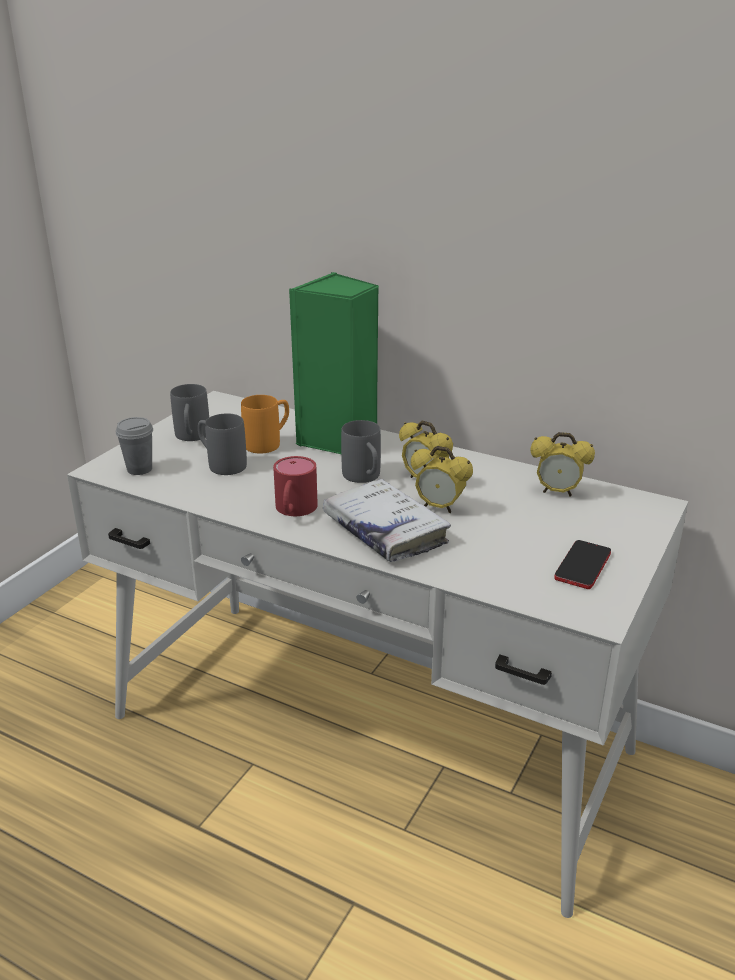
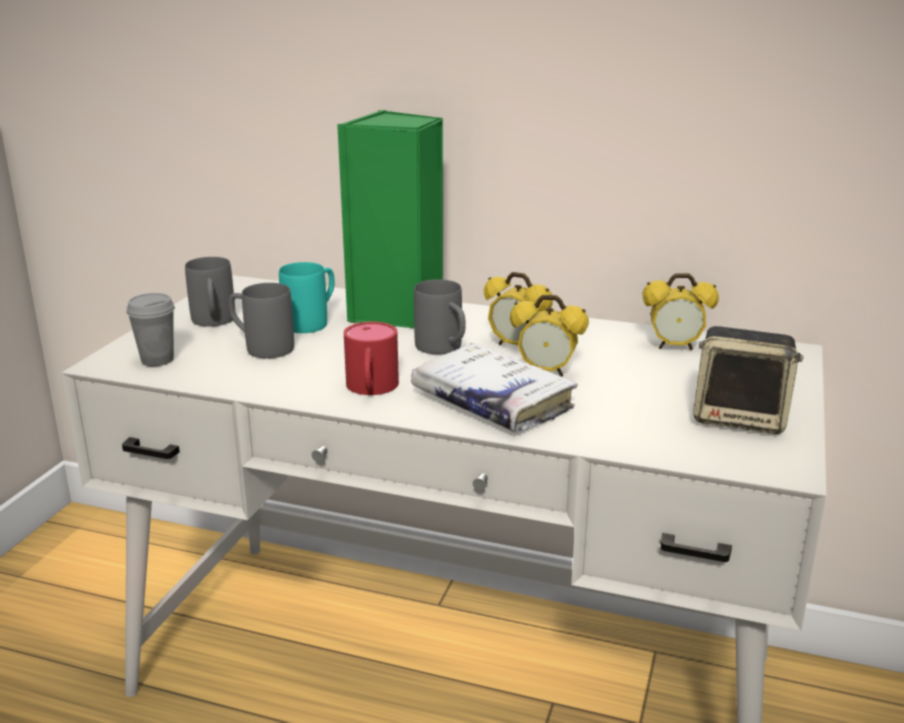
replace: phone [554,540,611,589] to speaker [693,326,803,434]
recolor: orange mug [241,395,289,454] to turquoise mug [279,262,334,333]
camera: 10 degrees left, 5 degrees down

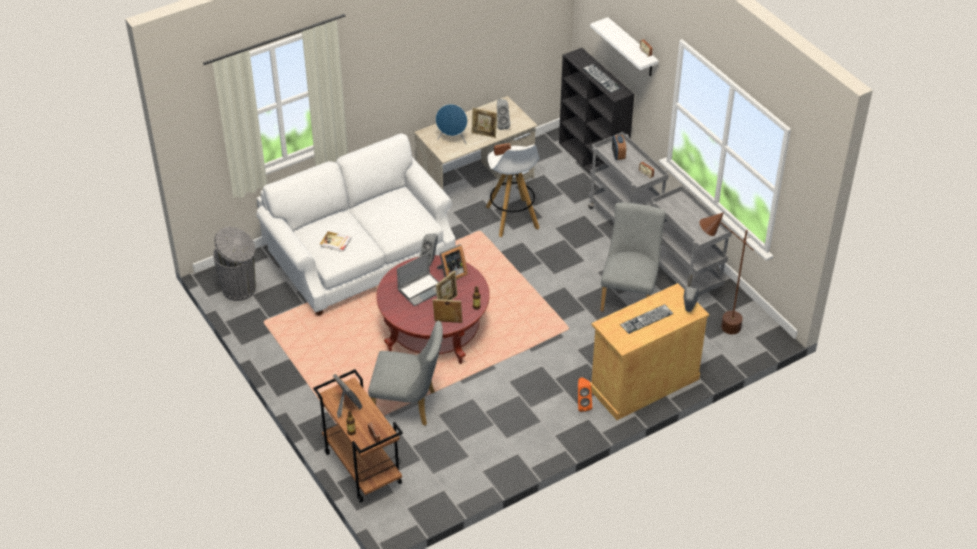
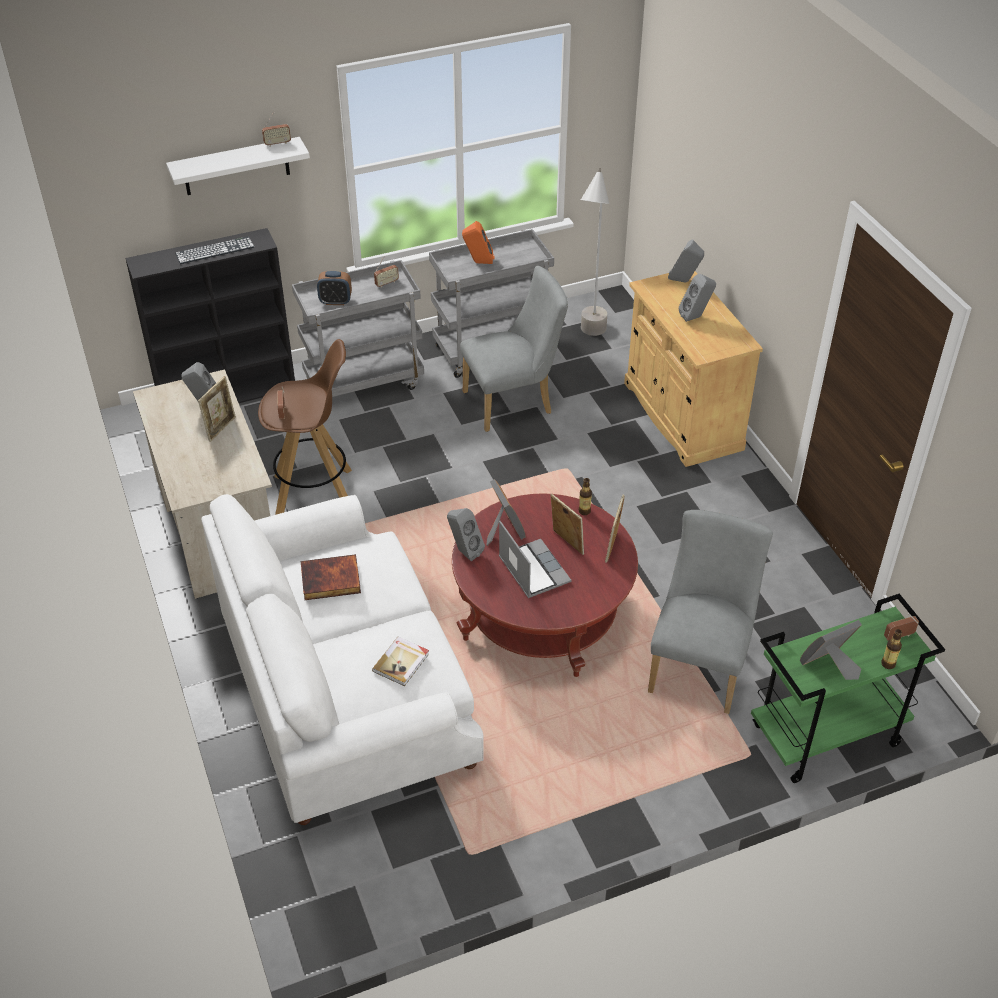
delete: grey trash can [213,227,256,301]; blue speaker [435,104,468,143]
insert: book [301,554,361,600]
move: orange speaker [578,377,592,412] to [462,221,494,264]
replace: keyboard [620,304,674,334] to grey speaker [679,274,716,322]
recolor: brown cart [313,369,403,503] to green cart [751,594,945,783]; white stool [486,144,540,237] to brown stool [258,339,352,515]; brown floor lamp [700,213,754,334] to grey floor lamp [581,168,609,336]
rotate: grey chair [600,202,666,312] = [460,266,568,432] 135 degrees clockwise
camera: 80 degrees left, 0 degrees up

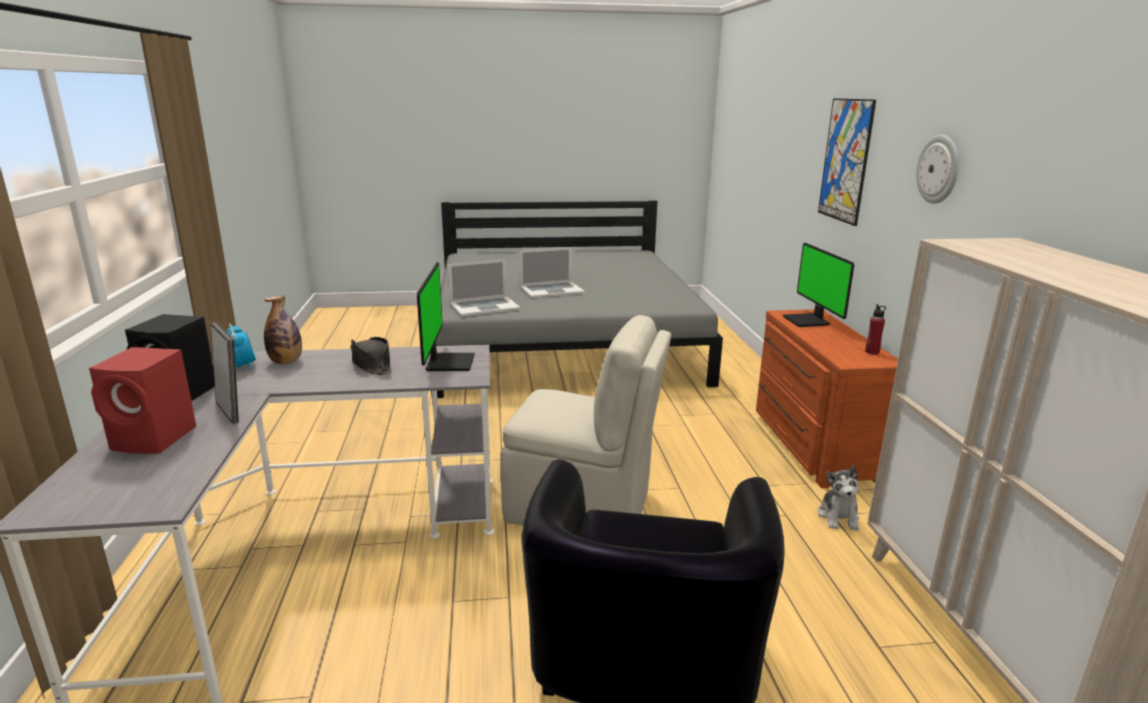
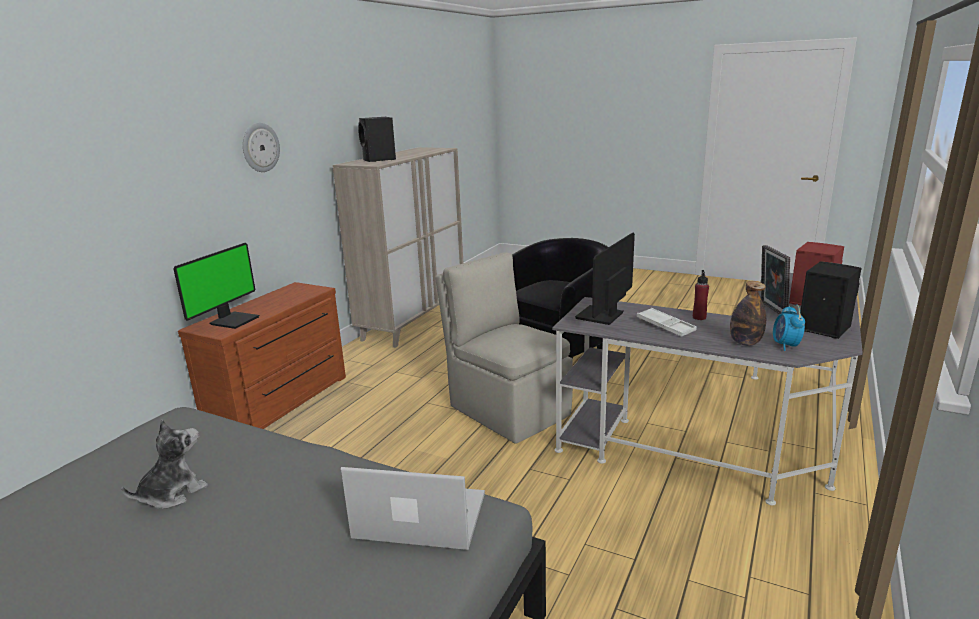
delete: laptop [519,247,585,298]; picture [818,98,876,226]
insert: black speaker [358,117,396,162]
move: plush toy [818,465,859,530] to [122,419,208,509]; red bottle [865,304,886,355] to [693,270,709,320]
replace: black hat [350,337,392,375] to white tray [637,308,697,337]
camera: 145 degrees left, 0 degrees up

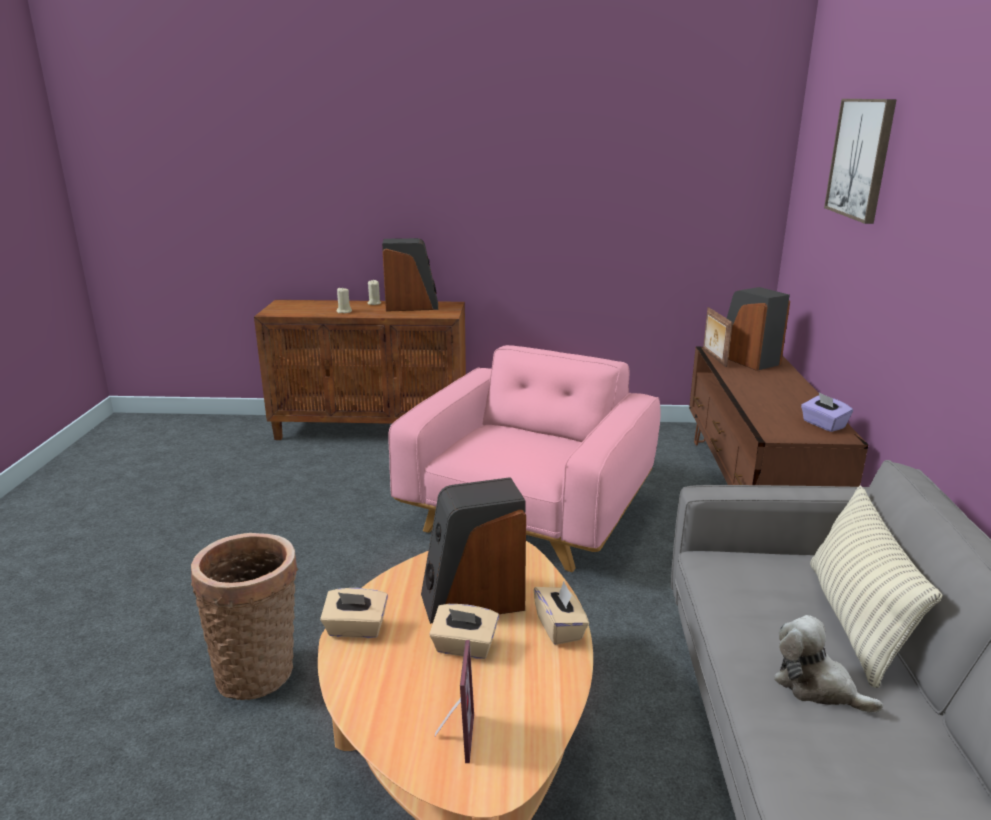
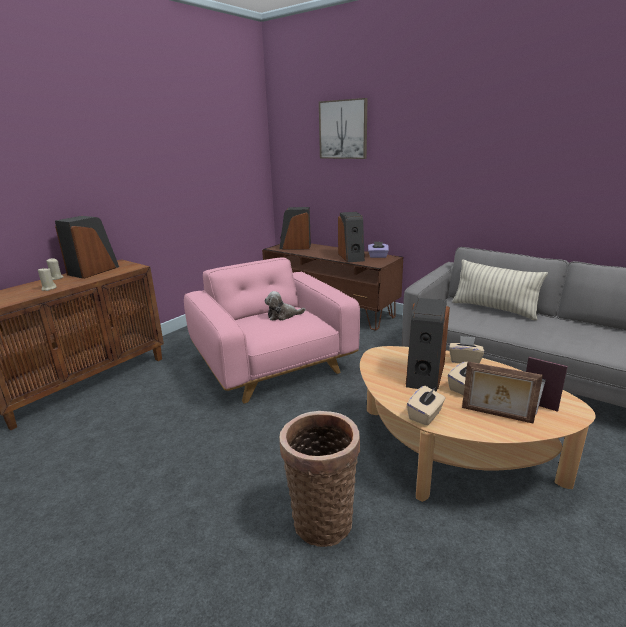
insert: speaker [338,212,365,263]
move: picture frame [703,307,733,367] to [462,362,543,424]; plush toy [774,615,883,713] to [265,291,305,320]
camera: 55 degrees left, 0 degrees up

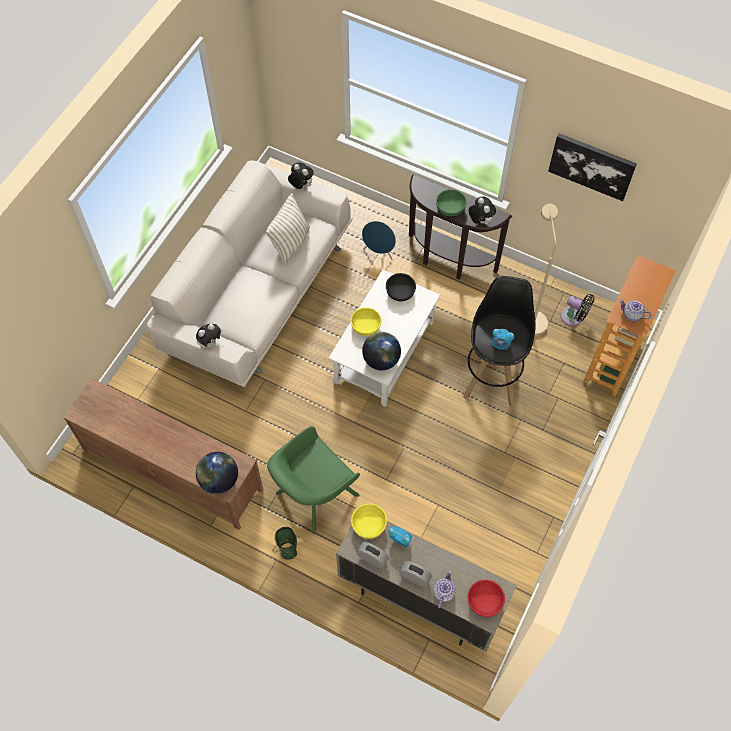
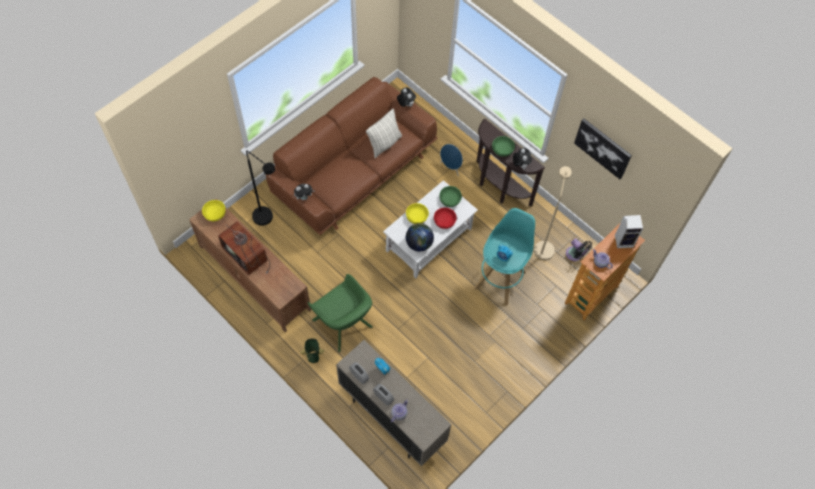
delete: globe [196,452,238,494]
insert: television [218,221,270,275]; black floor lamp [246,151,275,226]; speaker [615,215,643,248]
move: yellow bowl [351,504,387,539] to [202,200,226,221]; red bowl [467,580,505,617] to [434,207,457,229]
recolor: white sofa [146,161,353,387] to brown sofa [266,77,438,235]; black bowl [386,273,416,301] to green bowl [439,186,462,207]; black stool [463,276,535,407] to turquoise stool [474,208,535,306]
rotate: green armchair [267,426,360,534] = [308,274,373,352] 105 degrees counterclockwise
camera: 15 degrees right, 0 degrees up

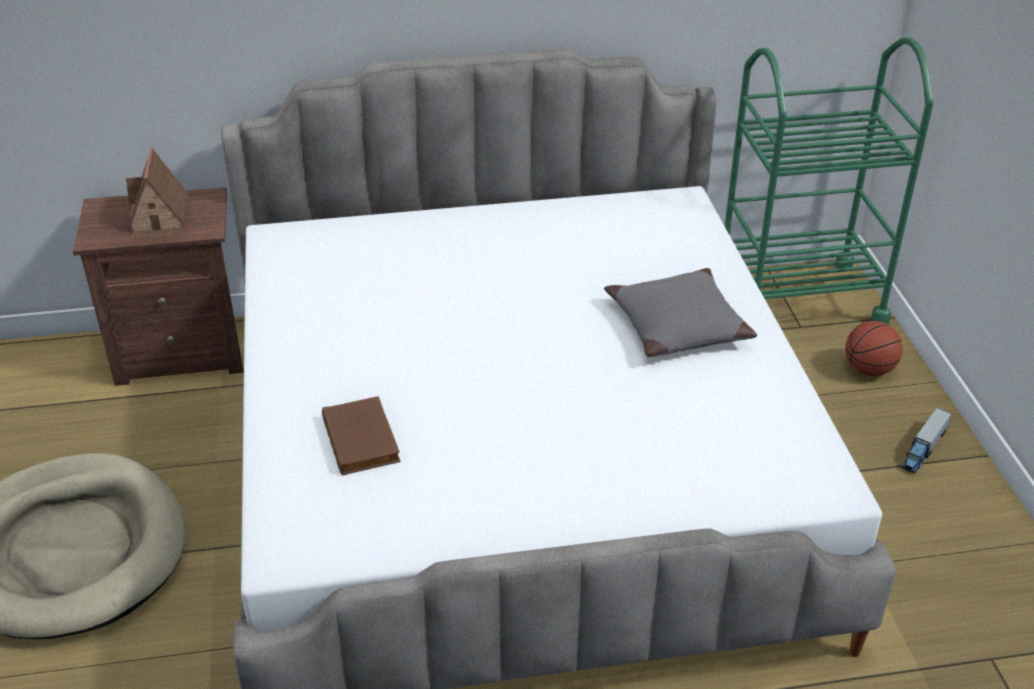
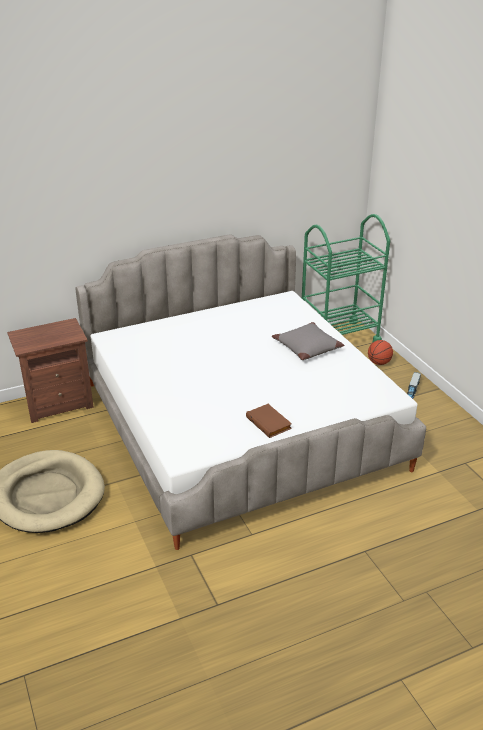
delete: toy house [126,147,188,239]
move: brown book [322,396,401,476] to [246,404,292,438]
camera: 15 degrees left, 5 degrees down

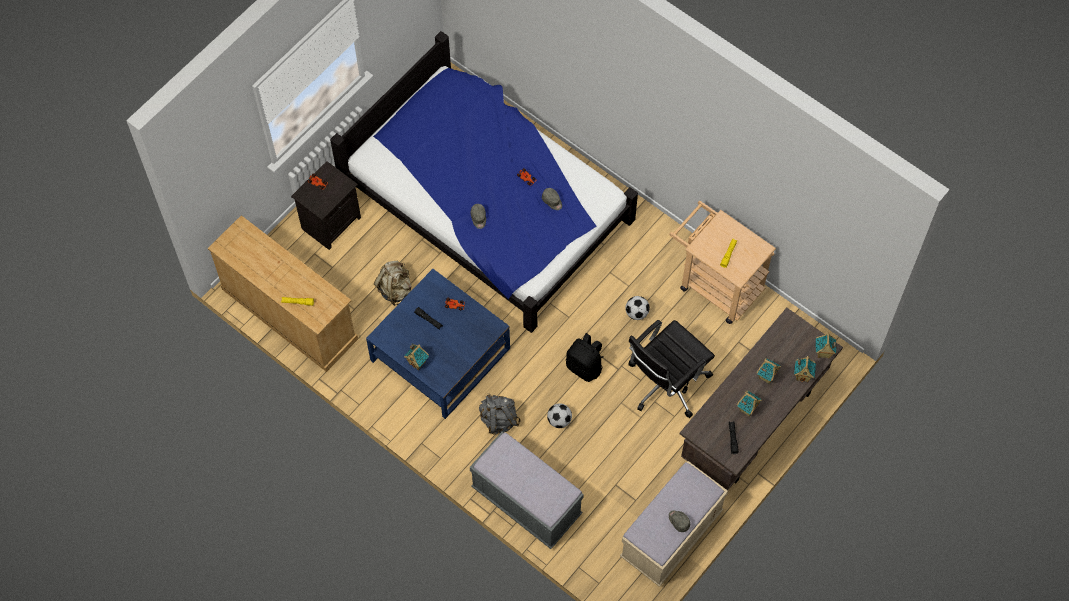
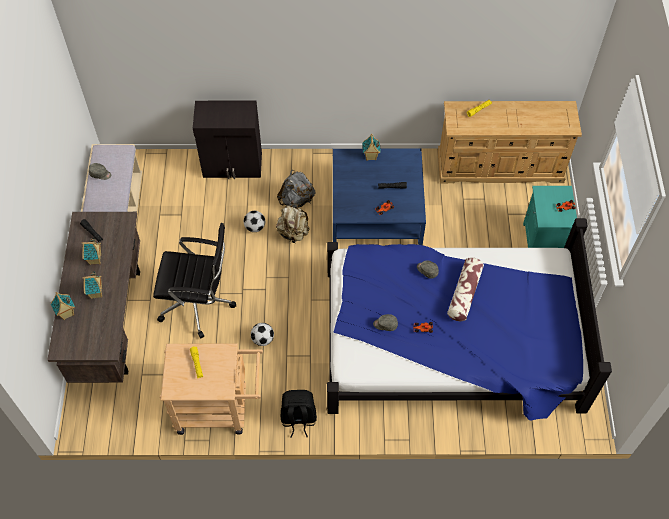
delete: toy house [816,332,836,359]
insert: pillow [447,257,484,321]
move: beige backpack [374,261,411,306] to [276,204,309,243]; black backpack [566,333,604,382] to [281,390,317,438]
replace: grey bench [470,431,584,549] to black cabinet [193,101,262,179]
recolor: black nightstand [291,161,361,250] to turquoise nightstand [523,186,577,248]
rotate: black office chair [628,320,715,418] = [153,223,236,338] 90 degrees clockwise
camera: 140 degrees right, 5 degrees down

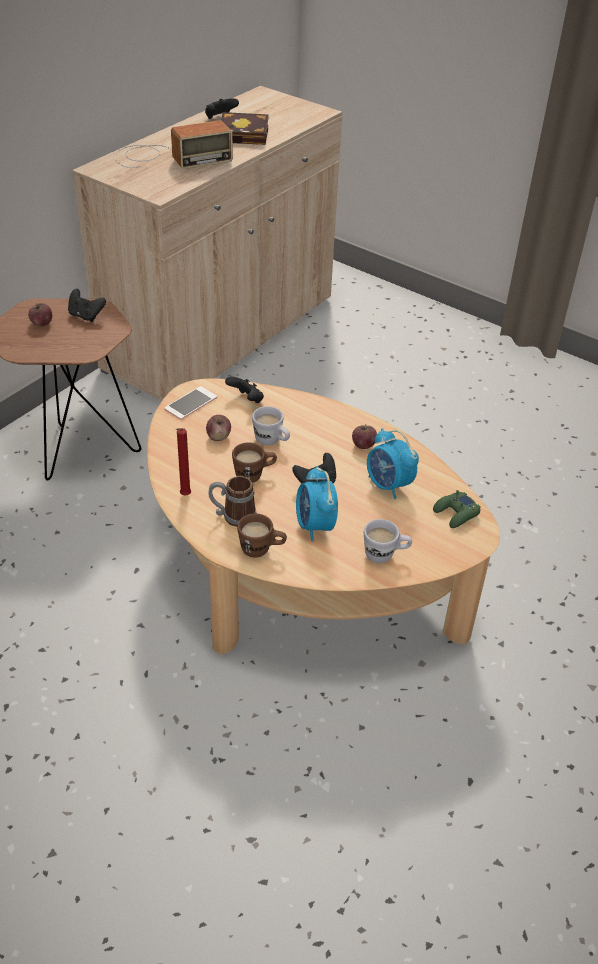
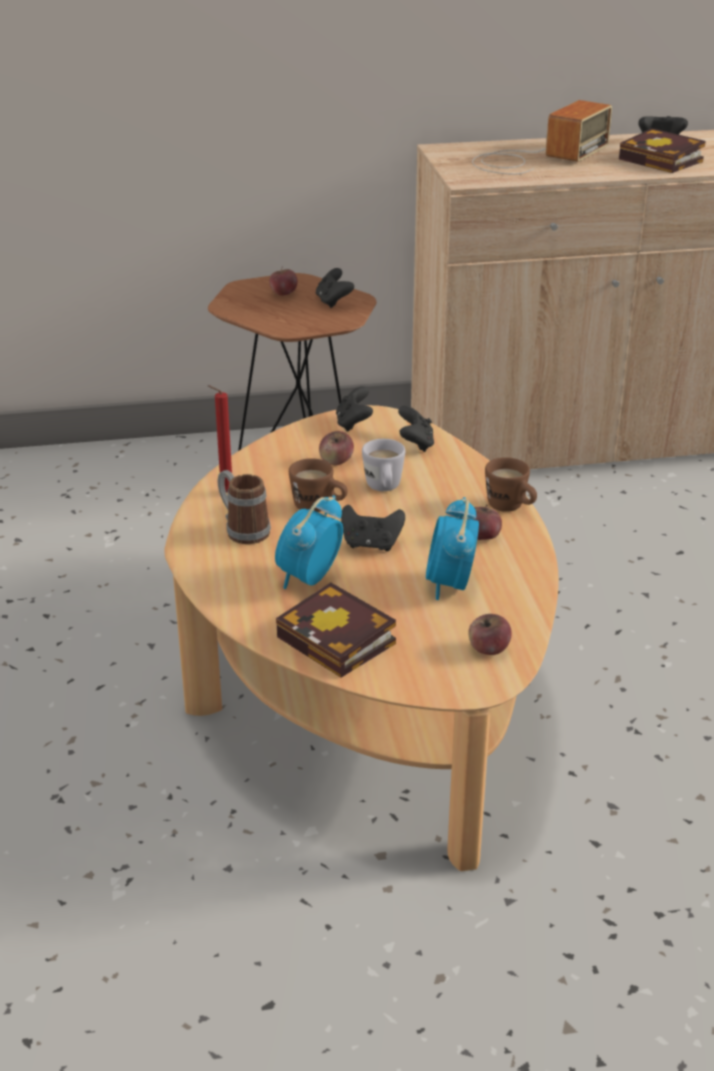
move: brown mug [237,513,287,558] to [485,457,537,512]
replace: phone [165,386,217,420] to black game controller [336,386,373,432]; white mug [364,519,412,563] to book [276,583,396,678]; green game controller [433,490,481,528] to apple [468,614,512,655]
rotate: radio [115,120,233,169] = [472,100,612,175] 75 degrees counterclockwise
camera: 45 degrees right, 10 degrees down

